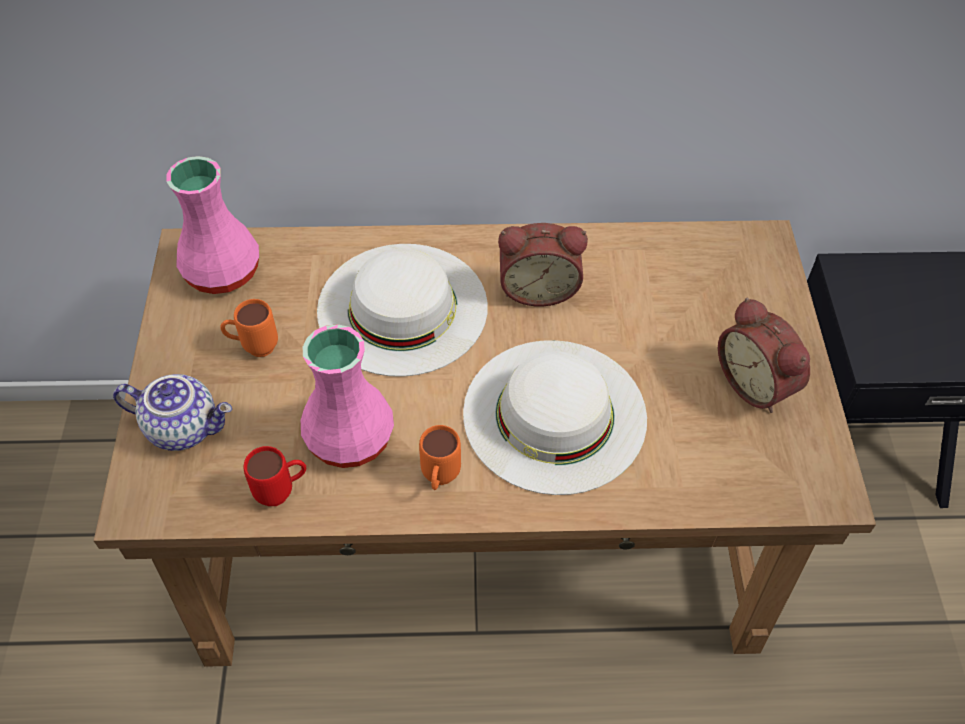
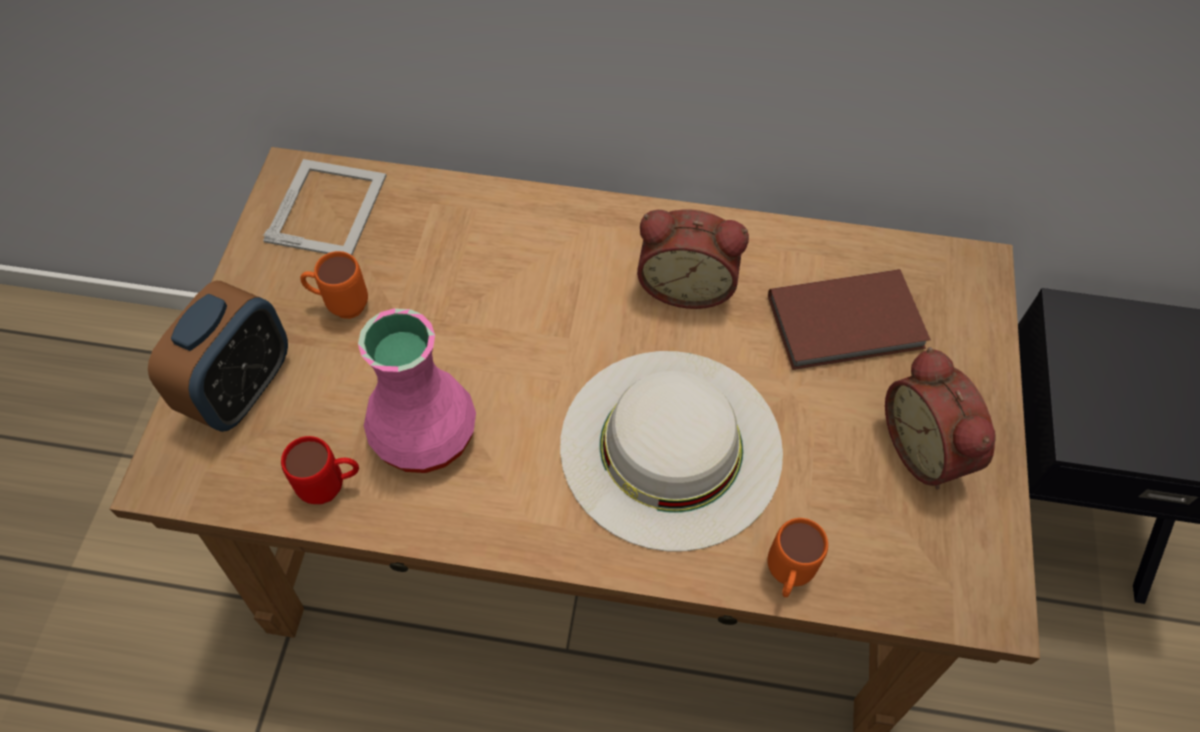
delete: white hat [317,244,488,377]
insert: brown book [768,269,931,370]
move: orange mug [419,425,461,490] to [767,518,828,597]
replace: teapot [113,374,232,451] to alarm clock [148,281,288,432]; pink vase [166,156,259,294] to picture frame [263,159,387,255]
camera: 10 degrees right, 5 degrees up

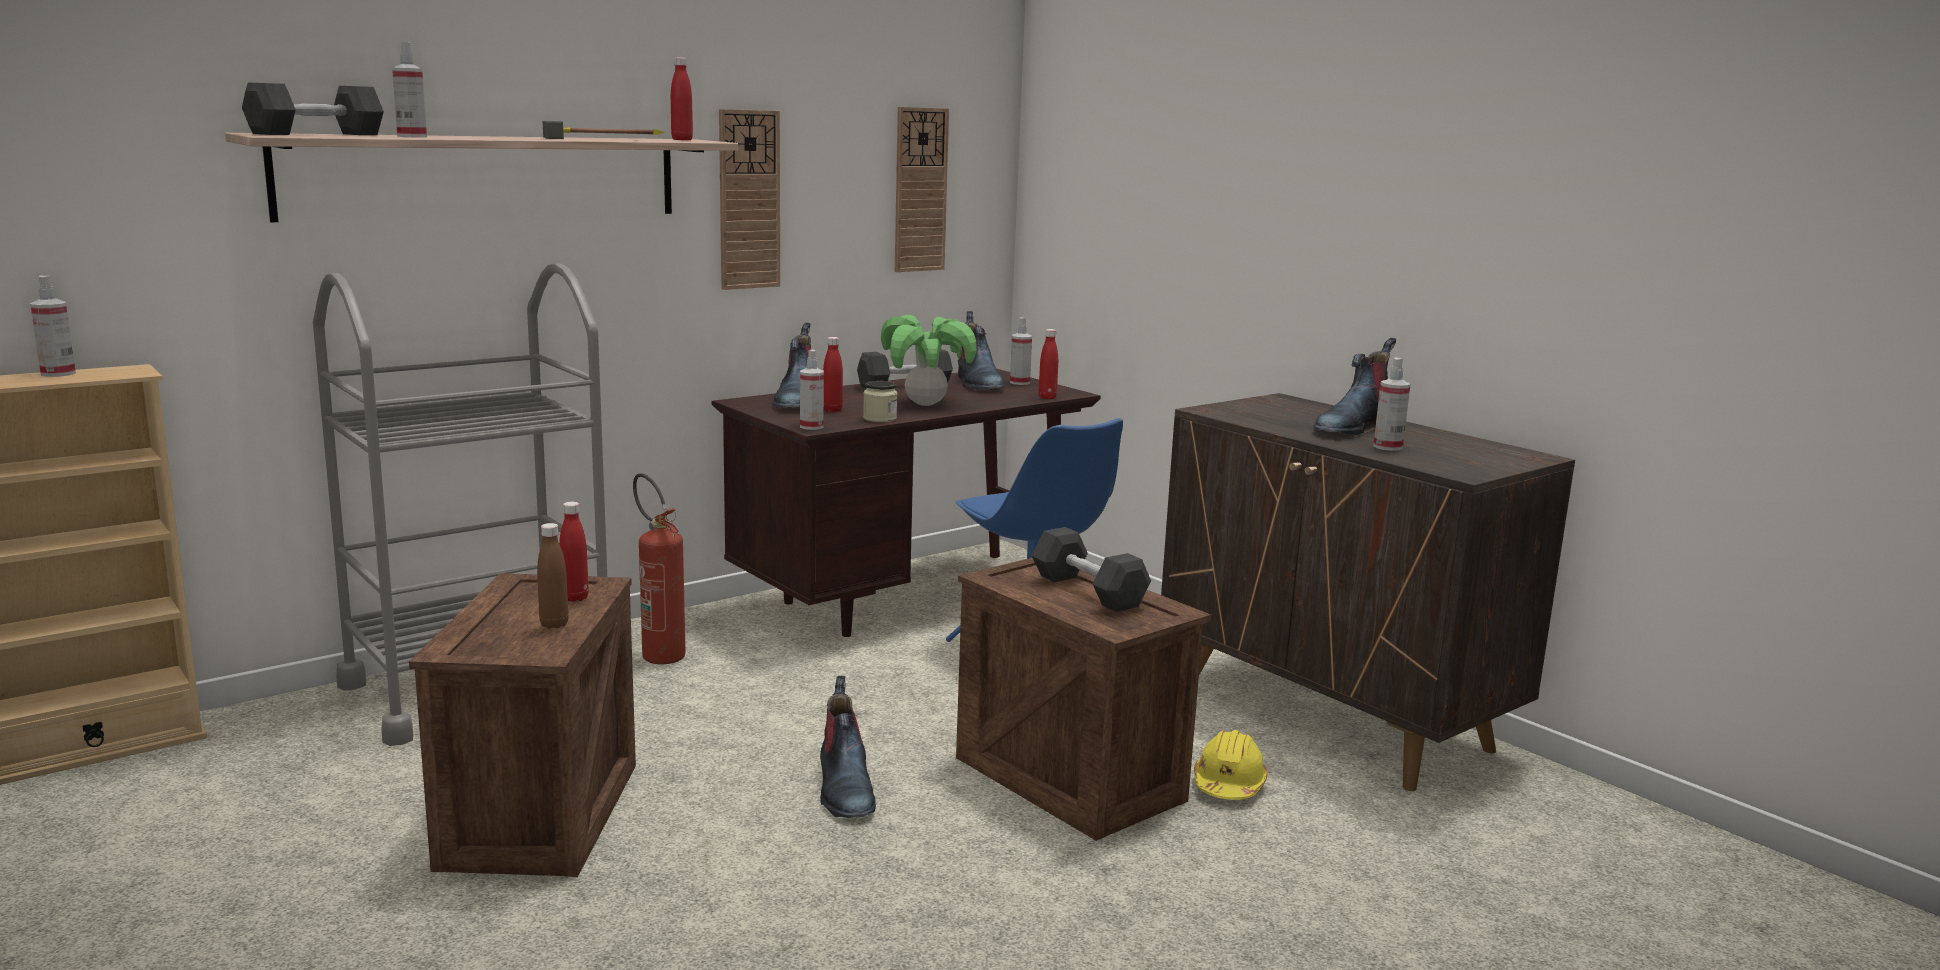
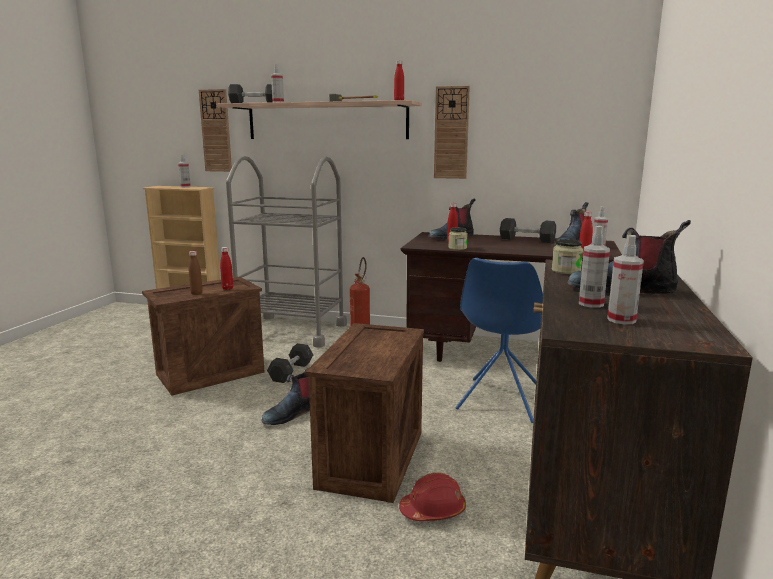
delete: potted plant [881,315,977,406]
insert: jar [552,239,583,274]
move: spray bottle [800,350,824,430] to [607,235,644,325]; wall clock [895,107,949,272] to [199,89,232,172]; grey dumbbell [1032,527,1151,612] to [267,343,313,383]
recolor: yellow hard hat [1194,730,1267,800] to red hard hat [399,473,466,521]
camera: 55 degrees right, 0 degrees up

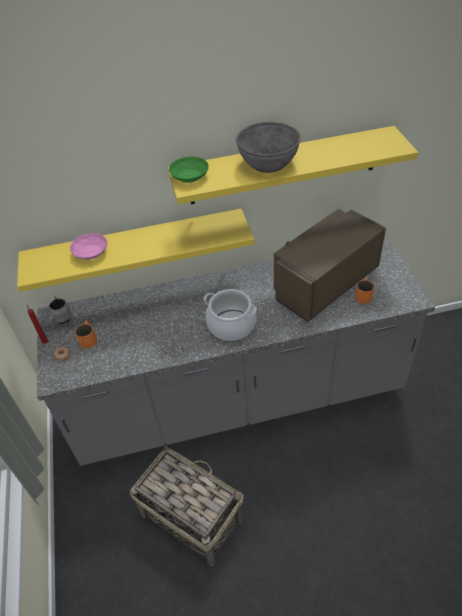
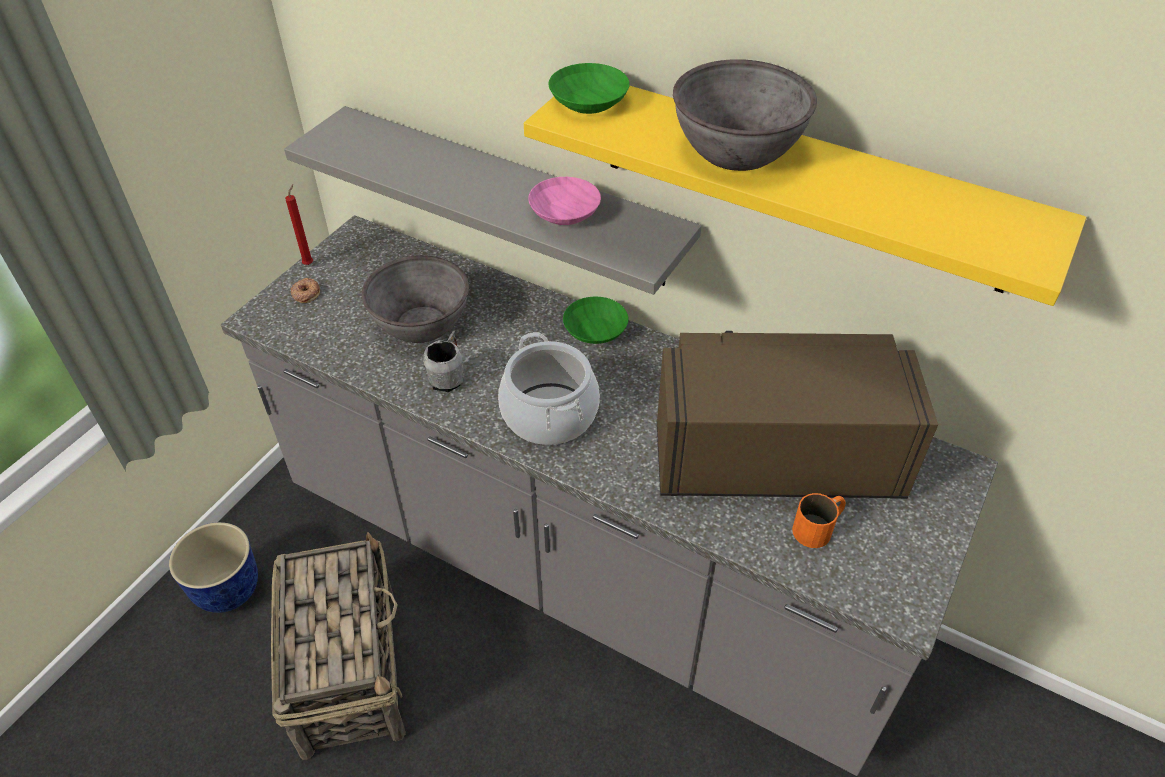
delete: orange mug [75,321,97,349]
insert: planter [169,522,258,613]; grey bowl [362,255,469,343]; green bowl [563,296,629,344]
move: grey mug [49,294,72,324] to [423,331,464,392]; pink bowl [70,233,107,260] to [528,177,601,225]
recolor: yellow shelf [17,209,255,292] to grey shelf [284,106,702,295]
camera: 40 degrees right, 0 degrees up

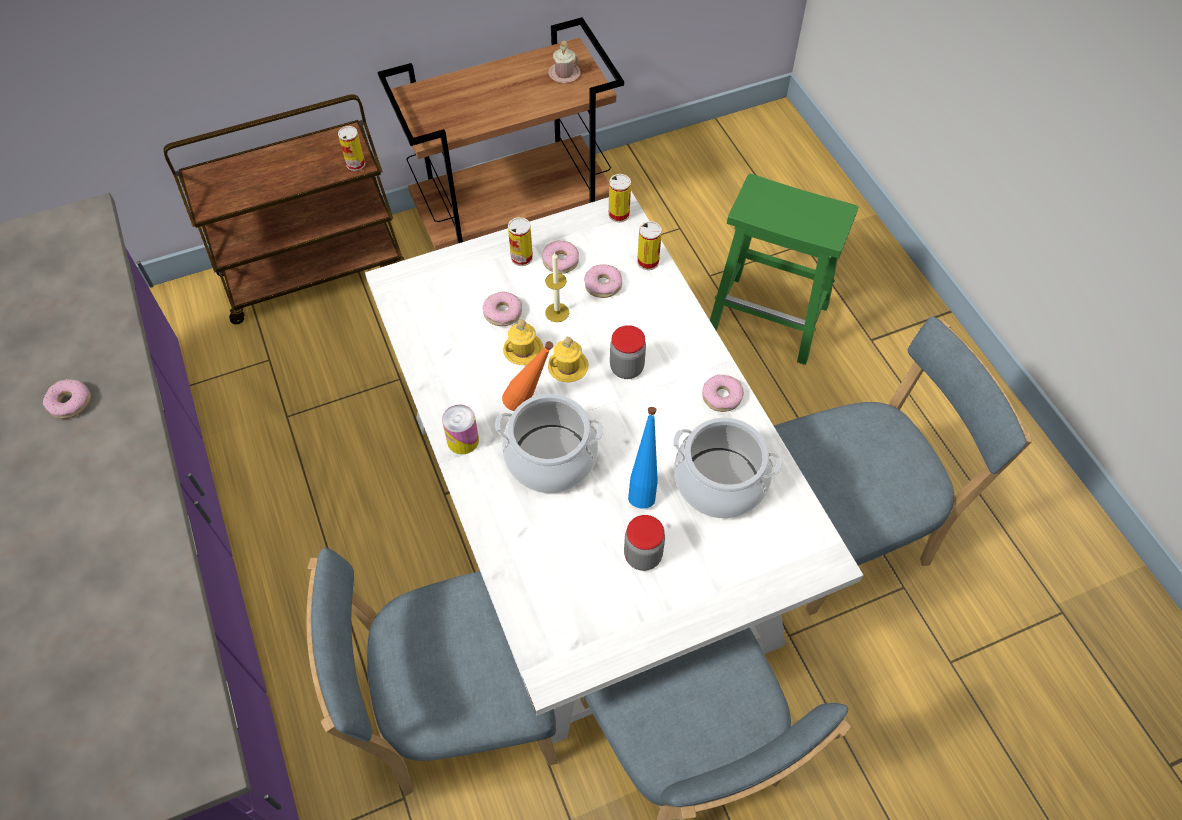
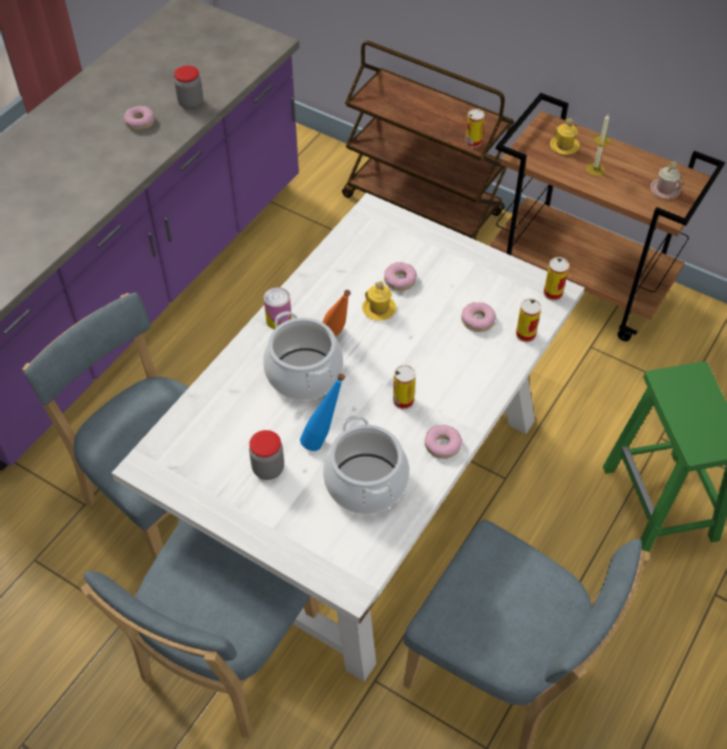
delete: donut [542,241,579,274]
move: can [508,217,533,266] to [393,365,416,409]; candle [545,252,569,322] to [586,114,610,176]; yellow mug [548,337,589,382] to [550,118,580,155]; jar [610,325,646,379] to [174,66,203,110]
camera: 55 degrees right, 5 degrees down

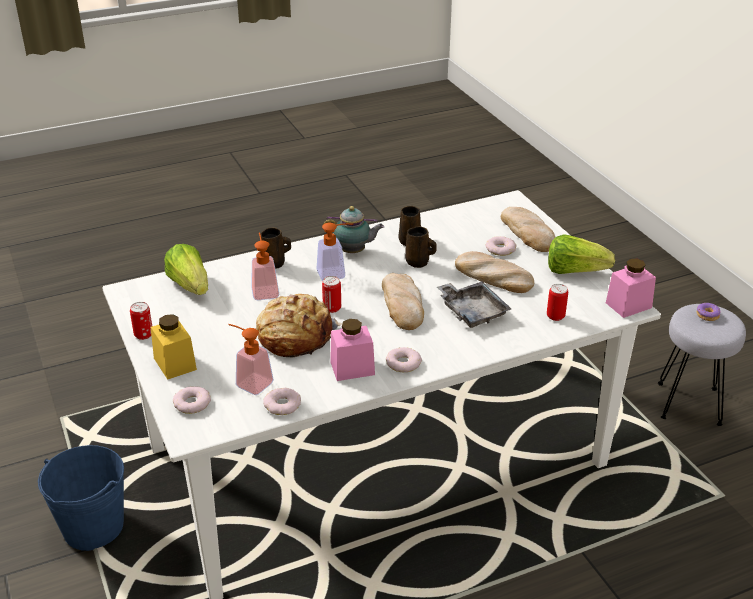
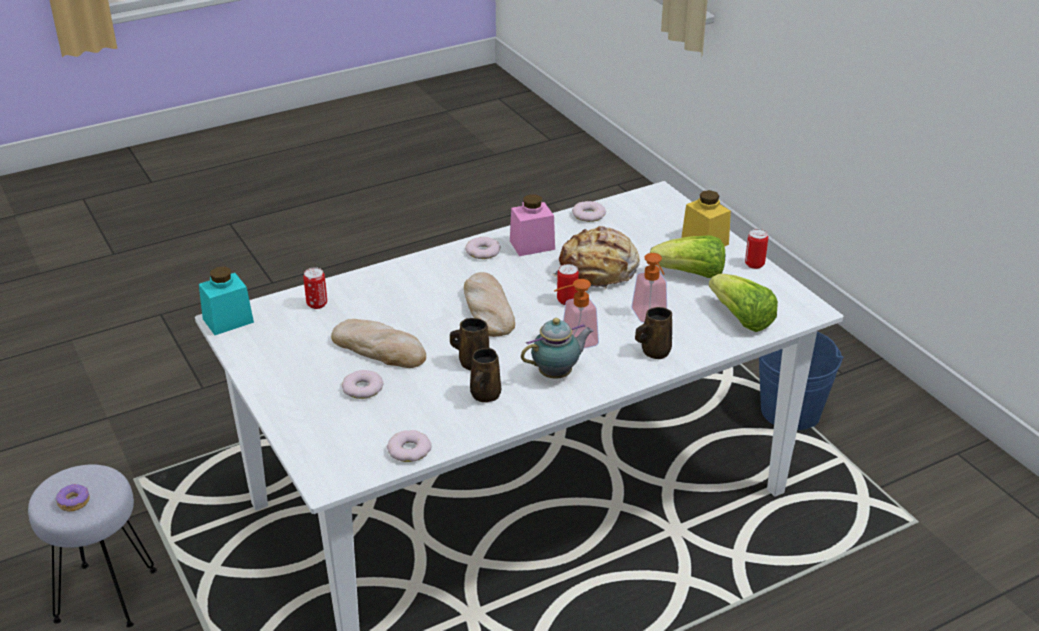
delete: soap dispenser [228,324,274,395]; grey tray [437,281,511,328]; bread [501,207,555,252]
move: donut [173,386,211,414] to [387,430,431,462]; lettuce [548,234,615,274] to [650,235,725,278]
recolor: pink jar [606,259,656,318] to turquoise jar [199,266,254,335]
rotate: teapot [323,206,384,253] = [521,318,593,379] 150 degrees clockwise
camera: 175 degrees right, 0 degrees up

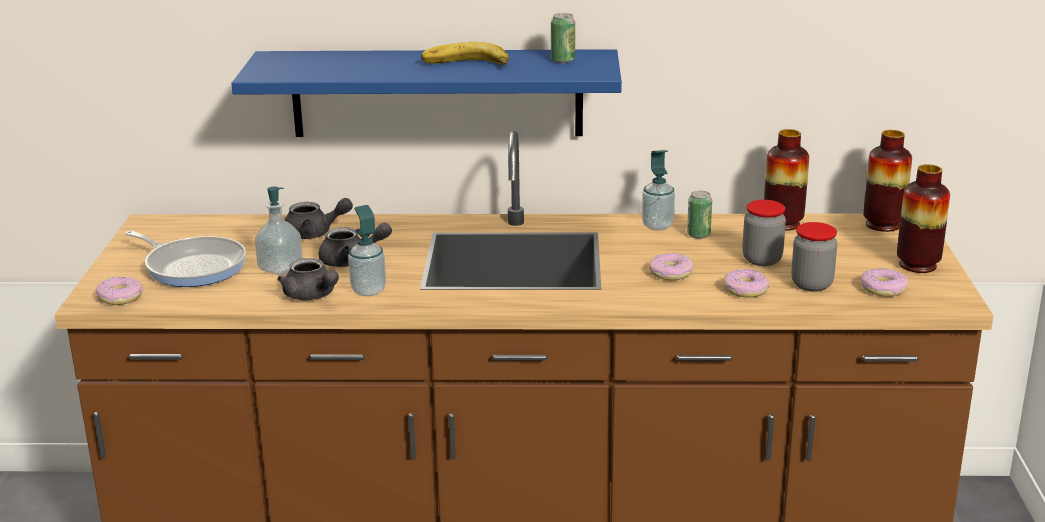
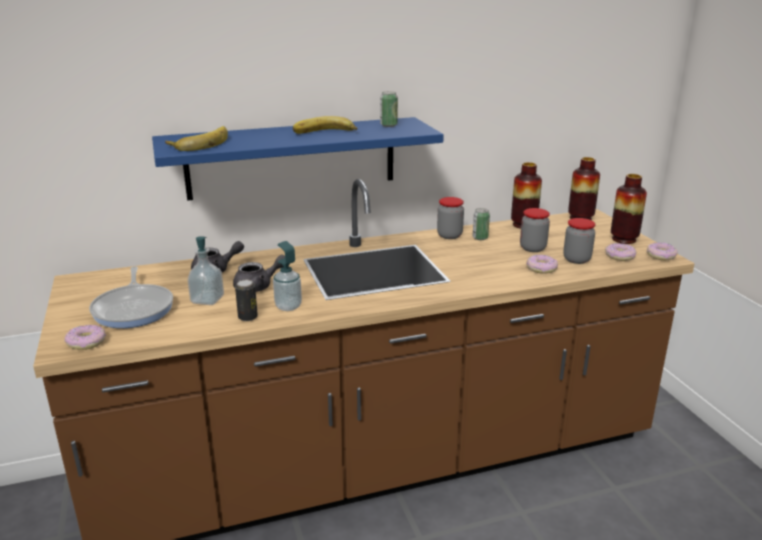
insert: banana [165,126,228,151]
move: donut [649,253,693,280] to [647,243,678,260]
replace: grey teapot [277,258,339,300] to can [235,280,258,321]; soap dispenser [642,150,675,230] to jar [437,197,464,239]
rotate: frying pan [125,231,246,287] = [89,266,173,328] 60 degrees clockwise
camera: 20 degrees left, 0 degrees up

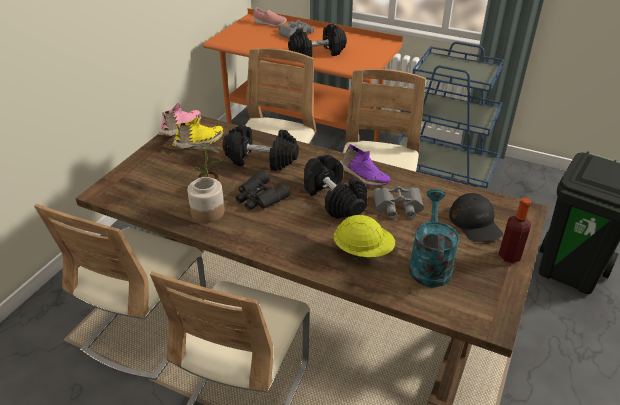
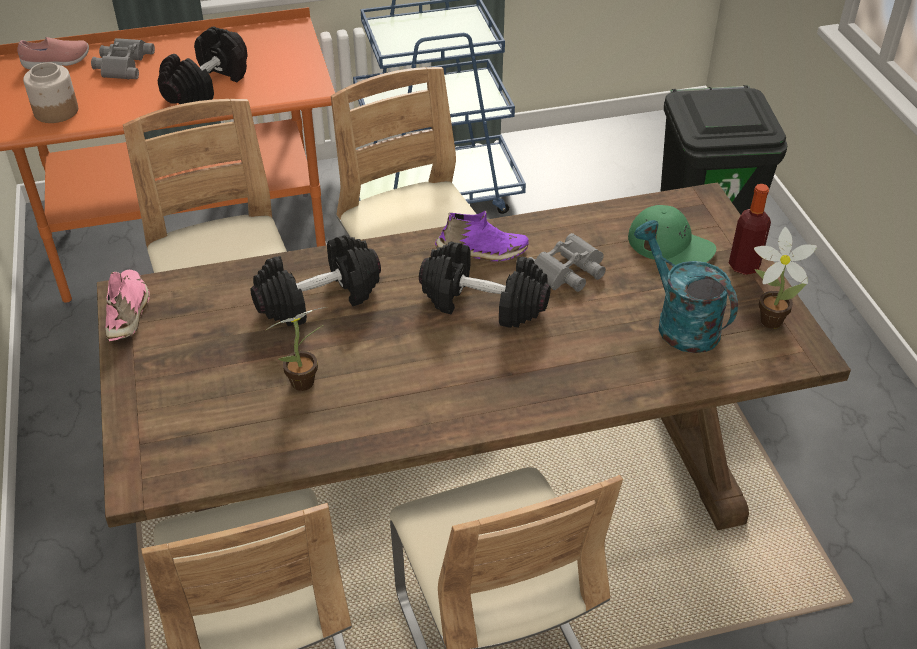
delete: yellow shoe [172,117,223,149]; black binoculars [236,170,291,210]; yellow hard hat [333,215,395,260]
insert: potted plant [754,227,817,329]
move: jar [187,177,225,223] to [23,62,78,123]
recolor: black cap [449,193,503,242] to green cap [628,205,716,265]
camera: 40 degrees left, 5 degrees up

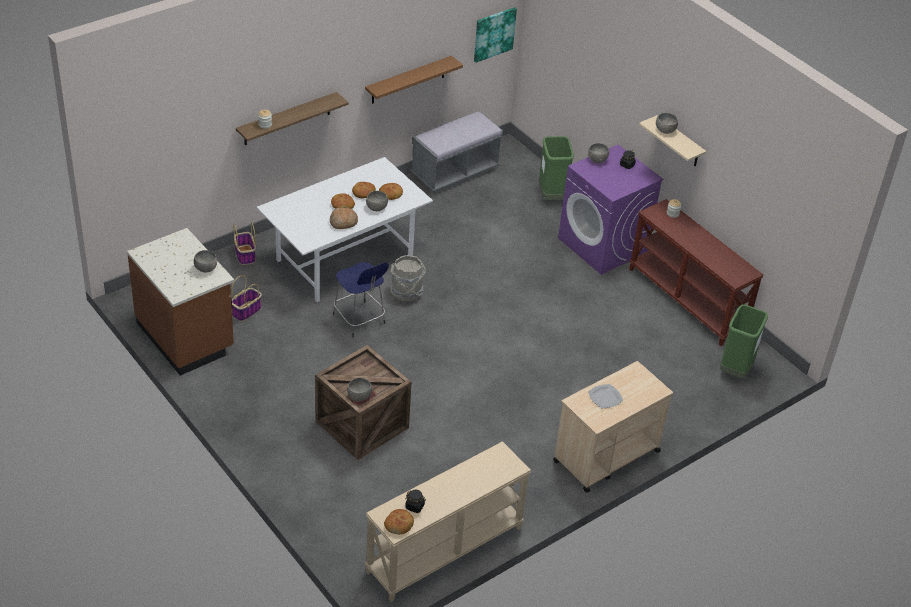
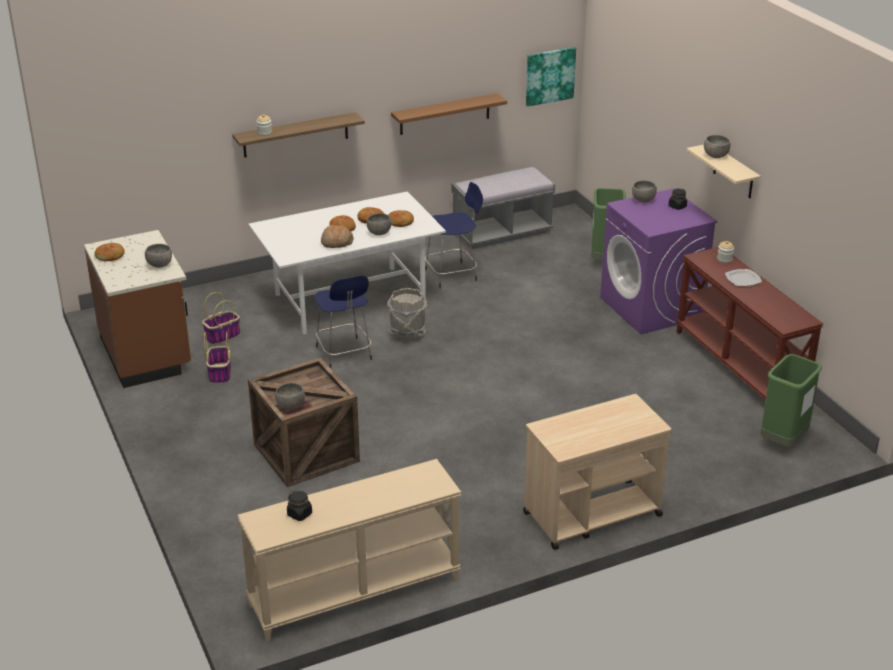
insert: blue stool [425,182,483,288]
move: basket [233,222,256,265] to [204,331,231,384]; bread [384,509,414,534] to [94,243,125,261]; plate [588,384,623,408] to [725,269,762,286]
camera: 15 degrees right, 10 degrees down

